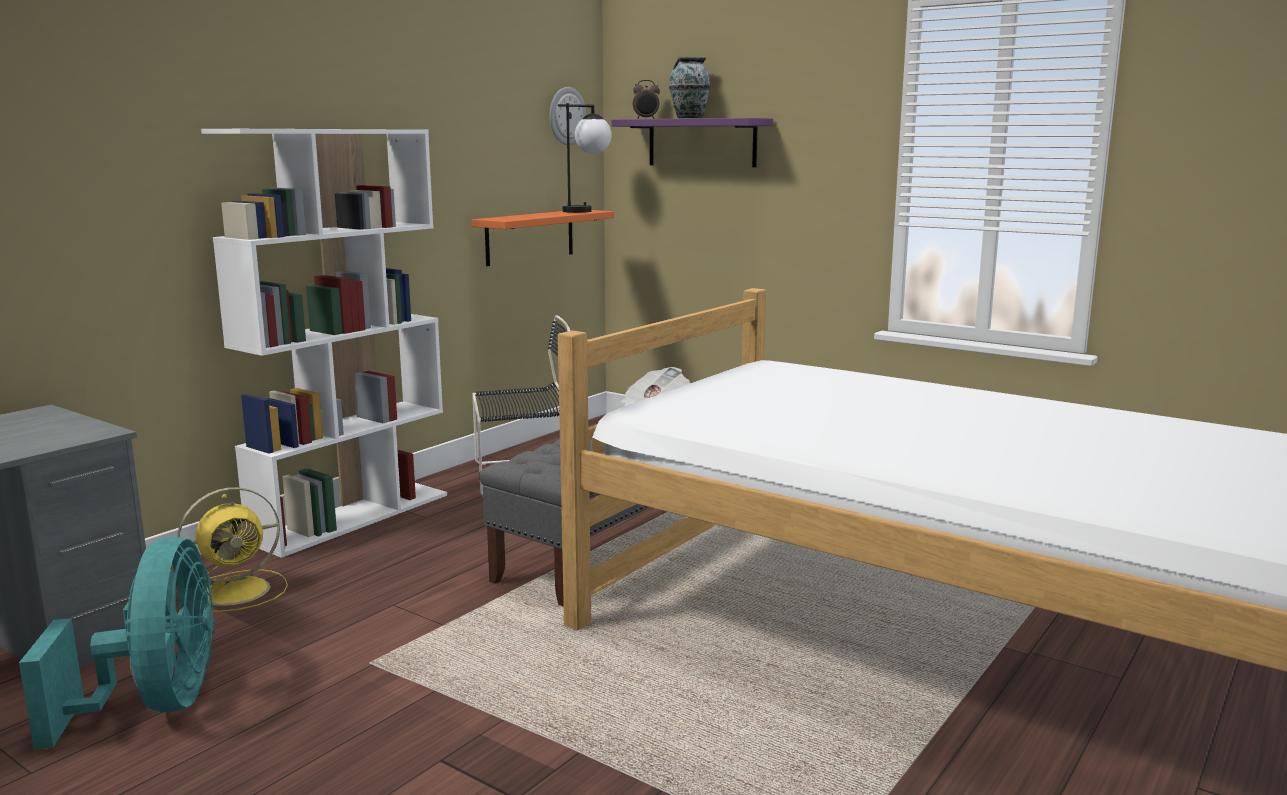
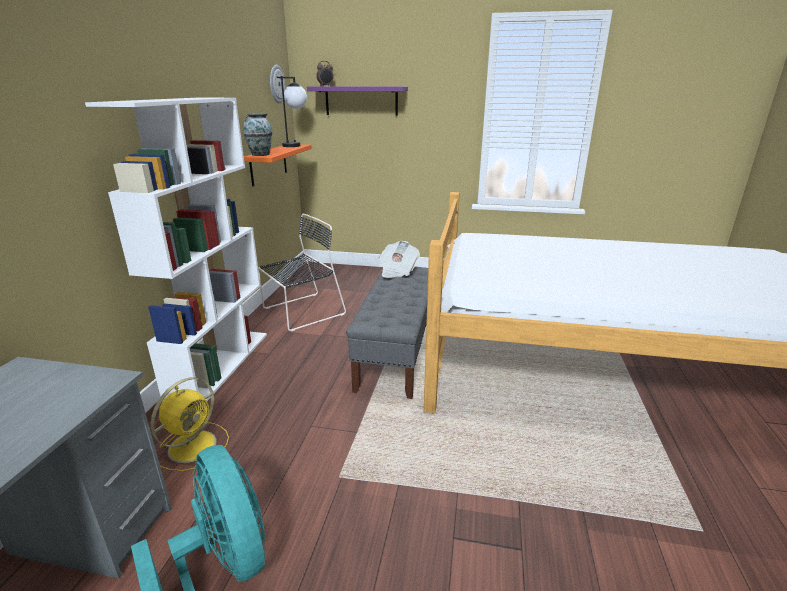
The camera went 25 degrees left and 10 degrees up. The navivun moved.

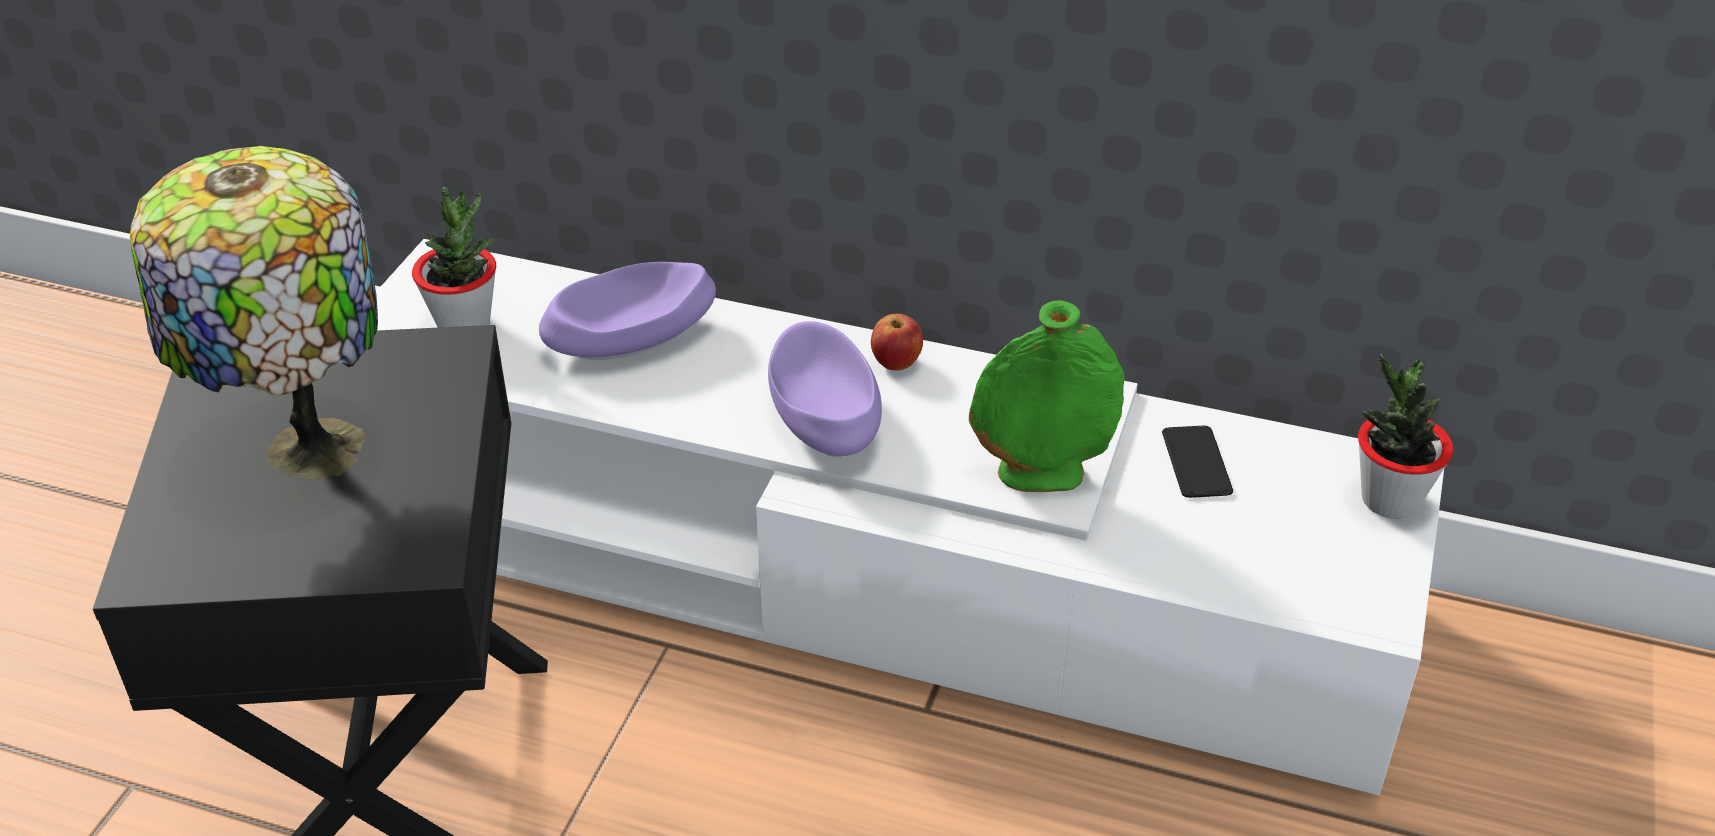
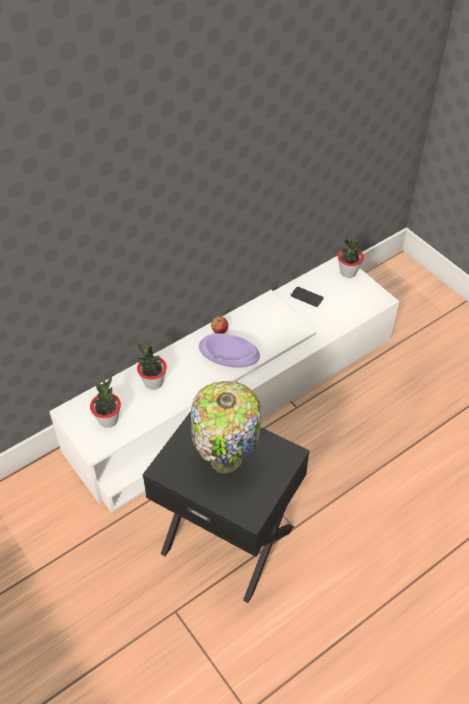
The camera went 55 degrees left and 10 degrees up. The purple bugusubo (no. 1 from left) was replaced by the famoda (no. 2 from left). The green navivun disappeared.

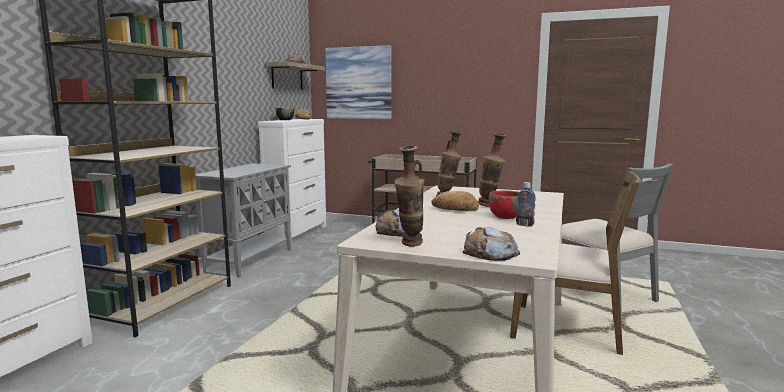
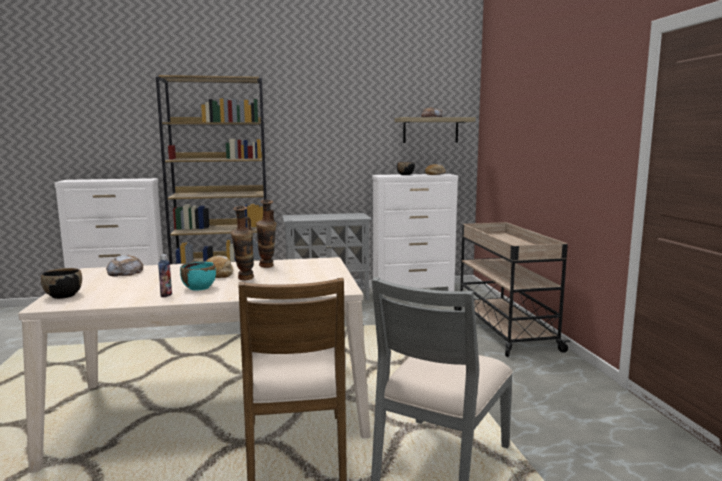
The camera went 60 degrees right and 0 degrees up. The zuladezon disappeared. The navivun (no. 1 from left) disappeared. The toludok (no. 5 from left) was replaced by the black bugusubo (no. 1 from left). The red bugusubo became the turquoise bugusubo.

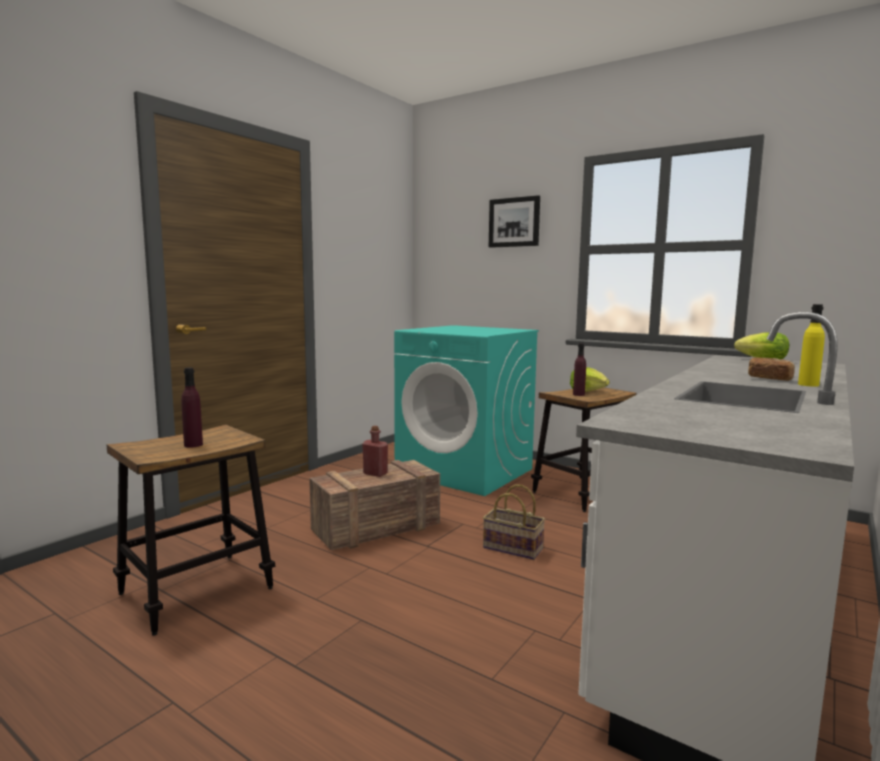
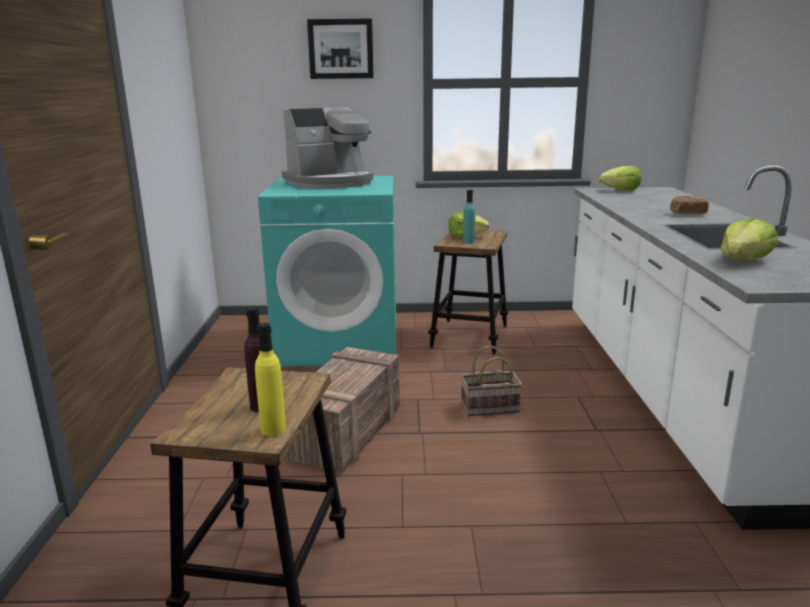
The camera went 35 degrees left and 10 degrees up. The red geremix disappeared. The purple geremix (no. 2 from left) became the turquoise geremix. The yellow geremix moved. The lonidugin appeared. The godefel (no. 3 from left) appeared.

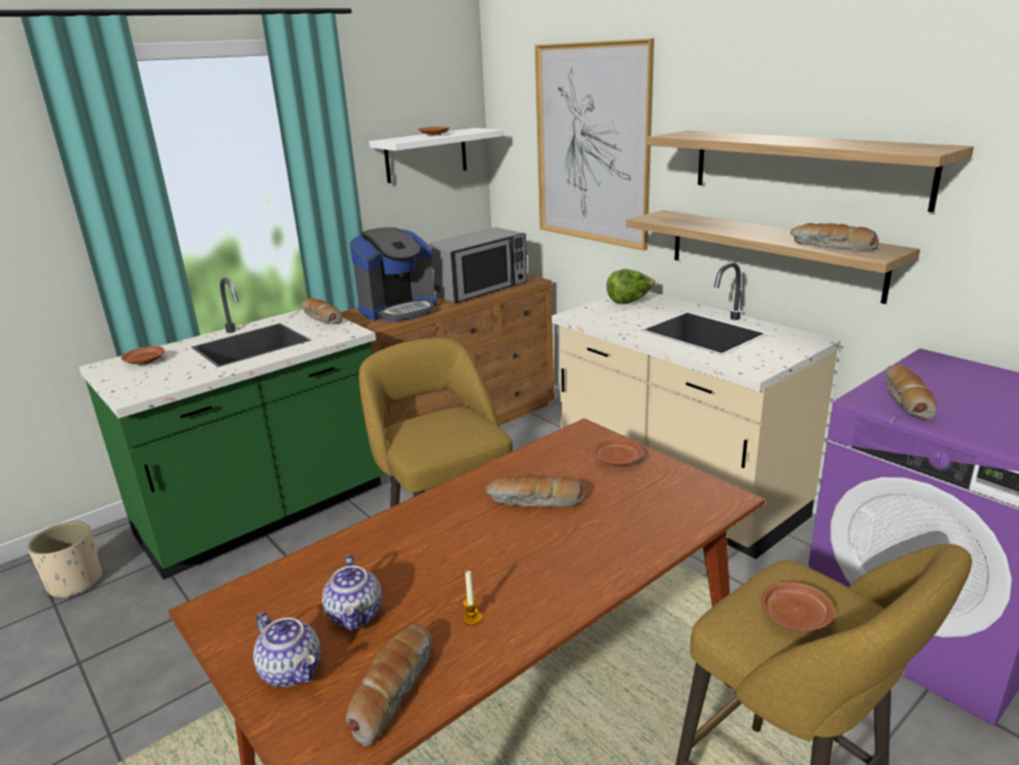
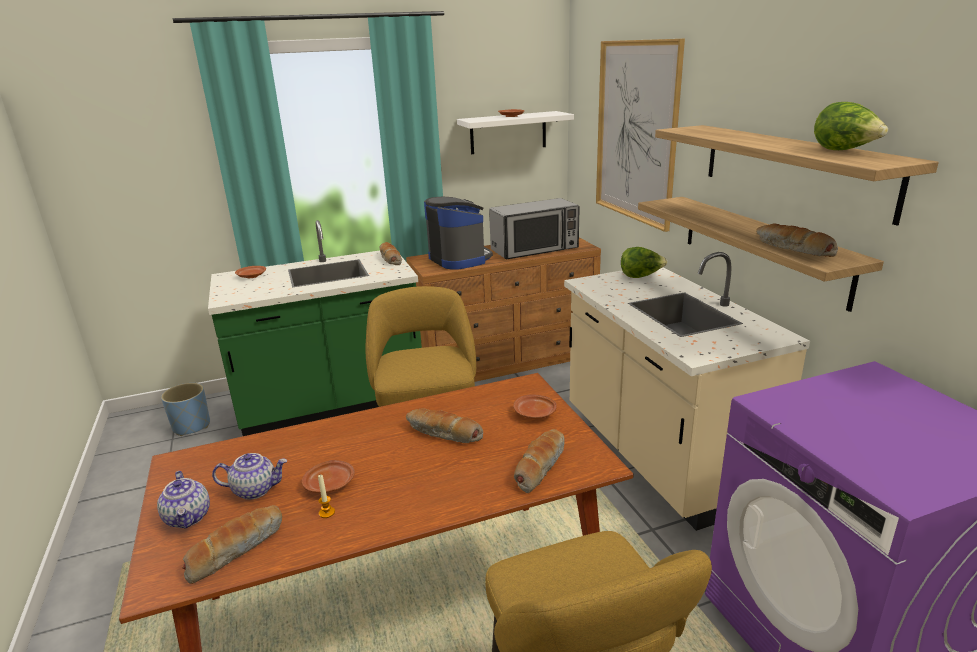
The camera went 20 degrees right and 0 degrees up. The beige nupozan became the blue nupozan. The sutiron (no. 2 from left) turned 105 degrees counterclockwise. The lonidugin turned 105 degrees counterclockwise. The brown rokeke (no. 4 from left in the first image) moved. The toludok (no. 5 from left in the first image) moved. The godefel (no. 2 from left) appeared.

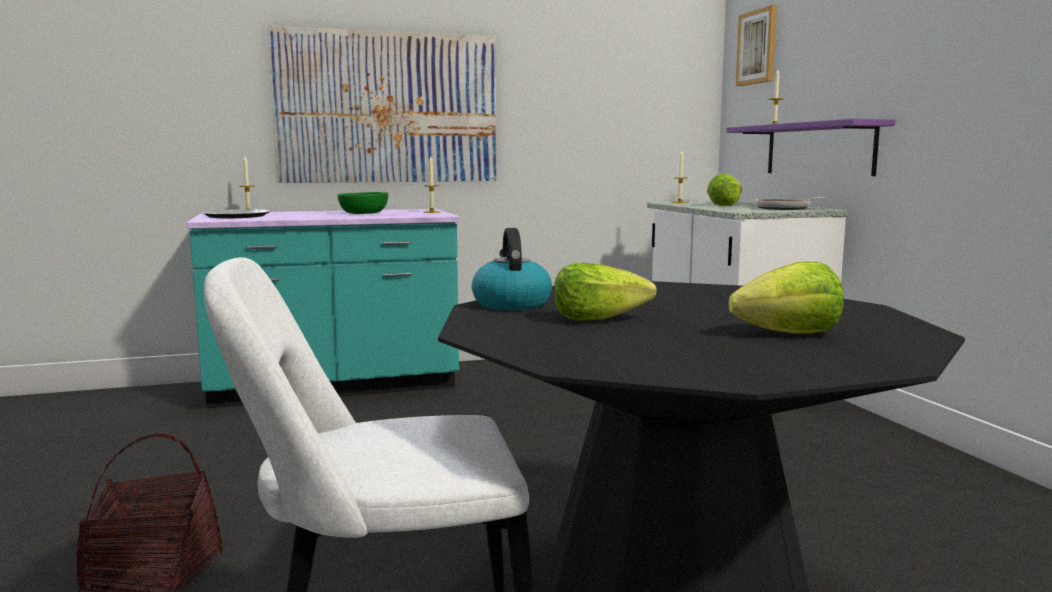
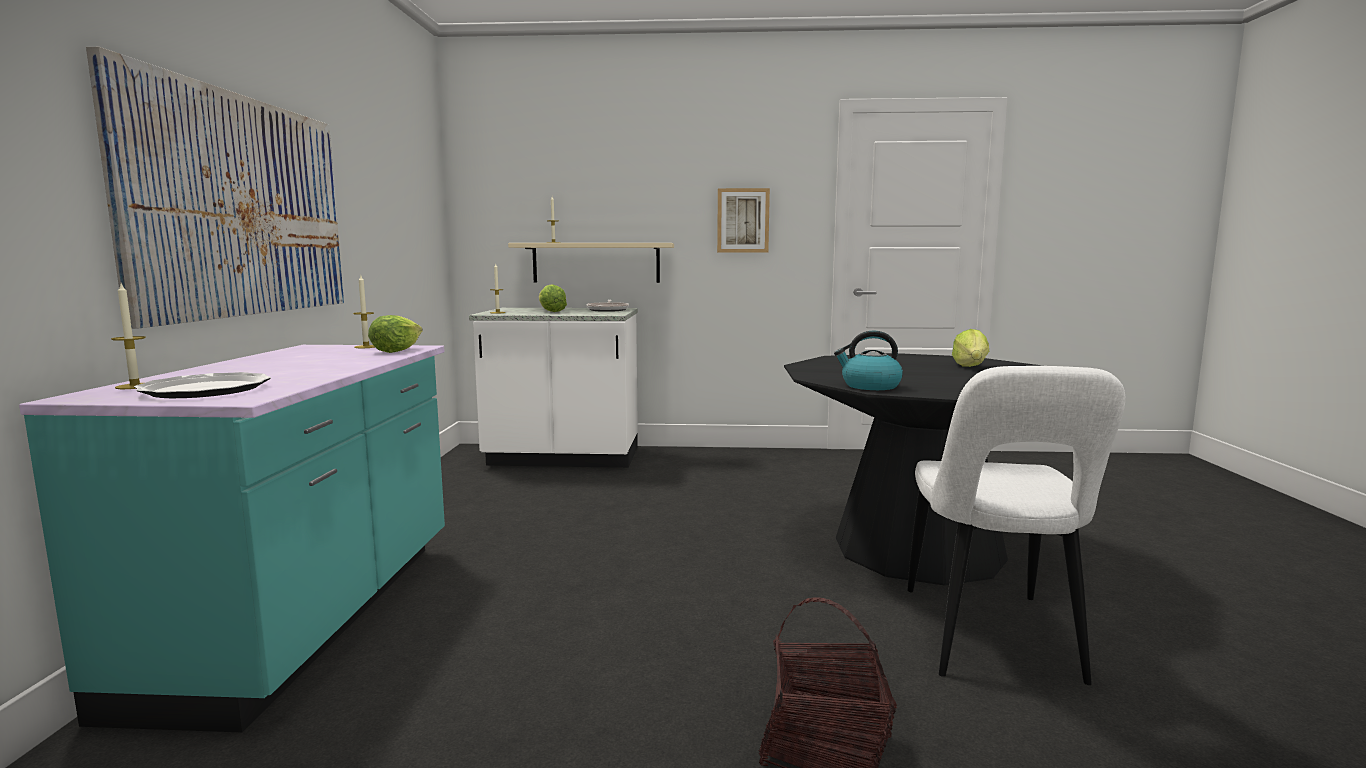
The camera went 70 degrees left and 0 degrees up. The green bugusubo disappeared. The godefel (no. 1 from left) moved. The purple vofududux became the beige vofududux. The zuladezon (no. 2 from left) moved.

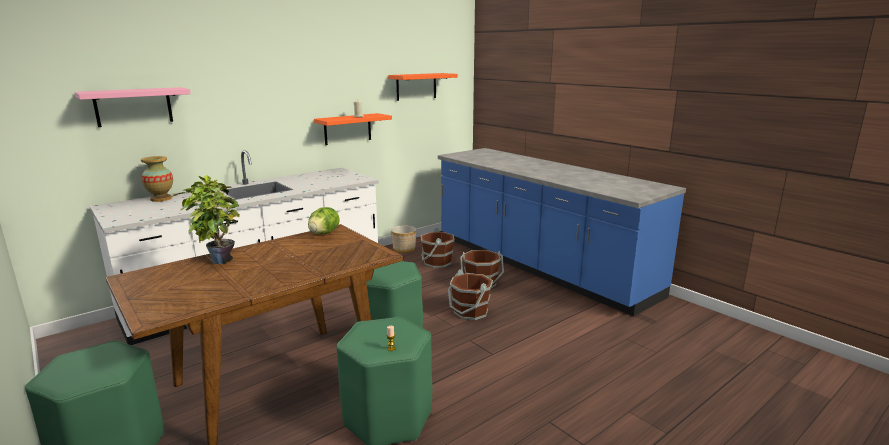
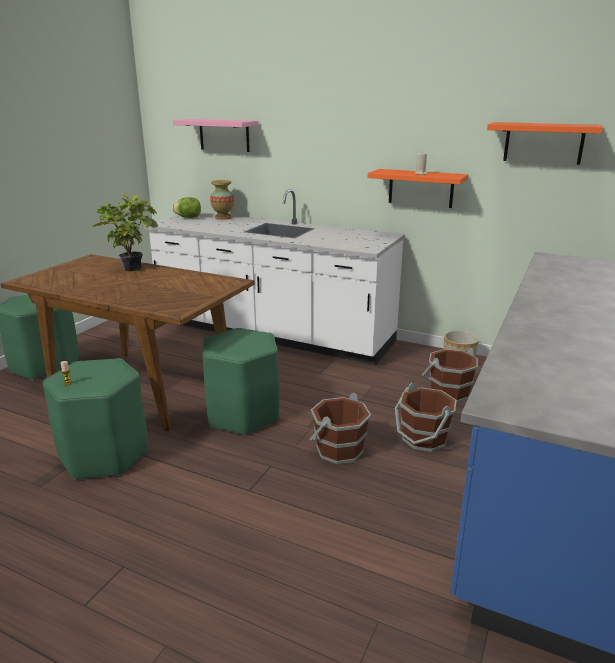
The camera went 65 degrees right and 5 degrees up. The godefel moved.

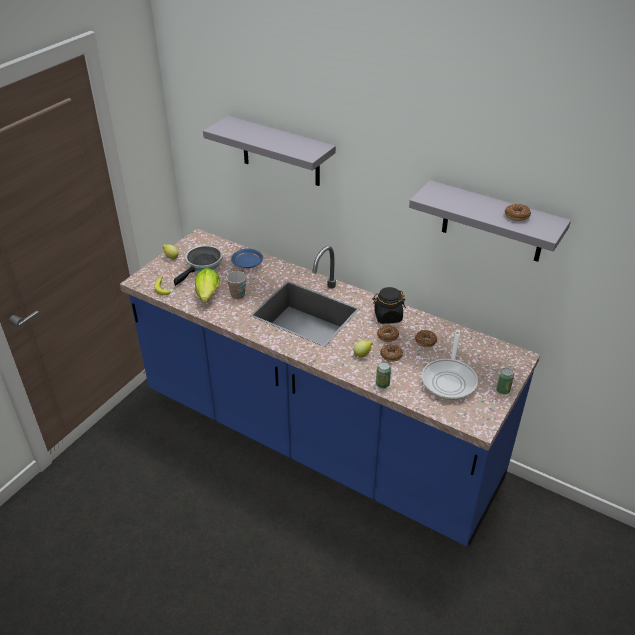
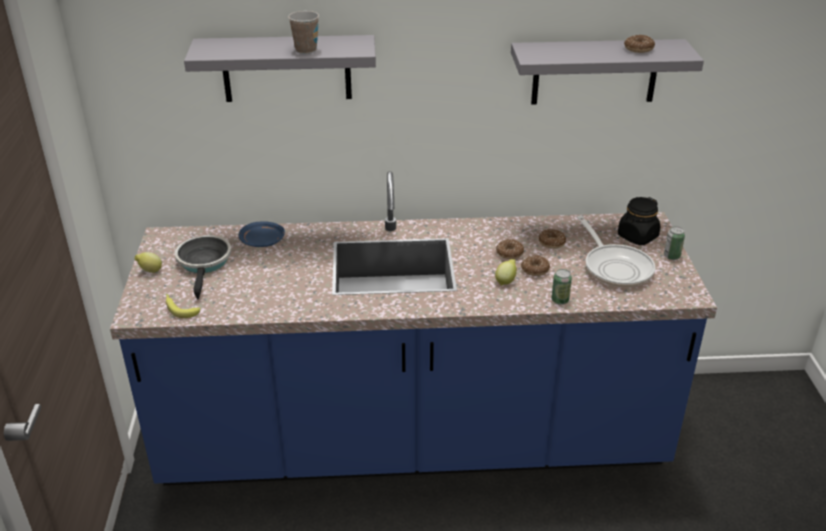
The camera went 35 degrees left and 5 degrees down. The godefel disappeared. The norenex moved. The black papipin moved.

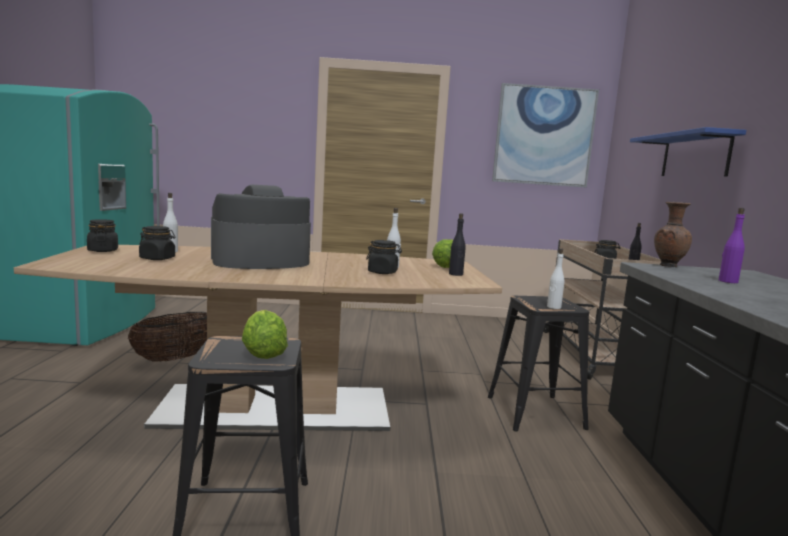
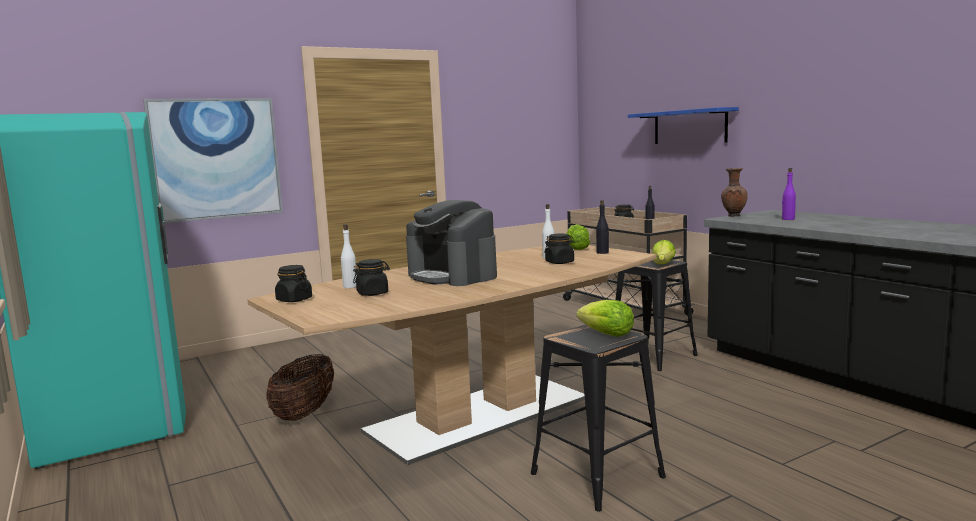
The camera went 30 degrees left and 0 degrees up. The lonidugin turned 75 degrees counterclockwise. The zuladezon moved. The white geremix (no. 3 from left) was replaced by the godefel (no. 3 from left).

